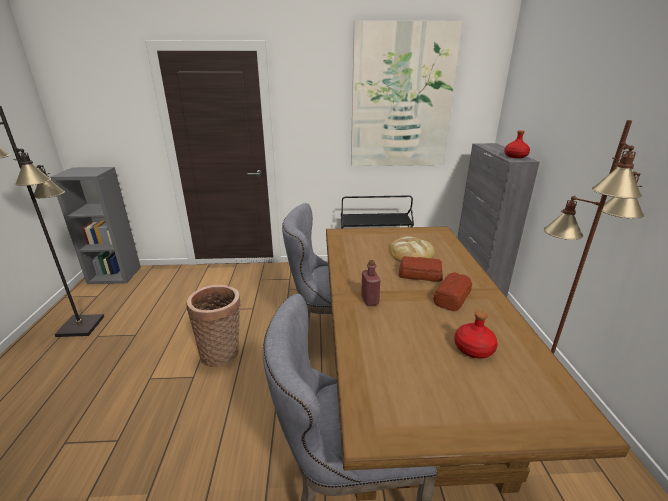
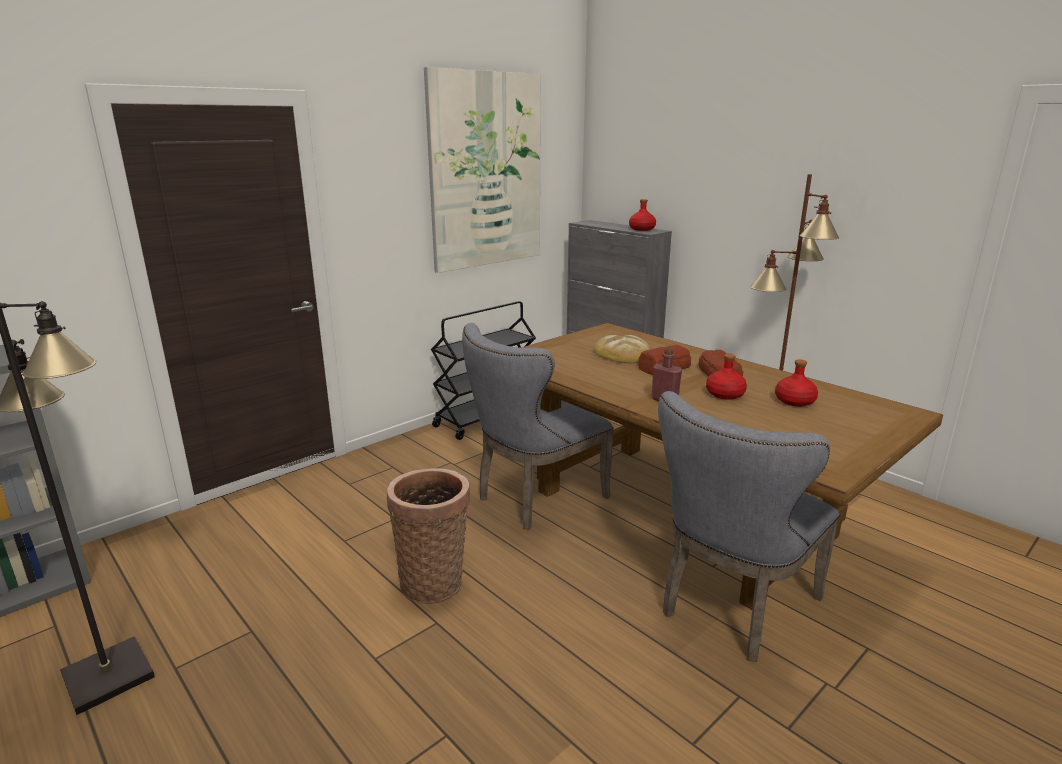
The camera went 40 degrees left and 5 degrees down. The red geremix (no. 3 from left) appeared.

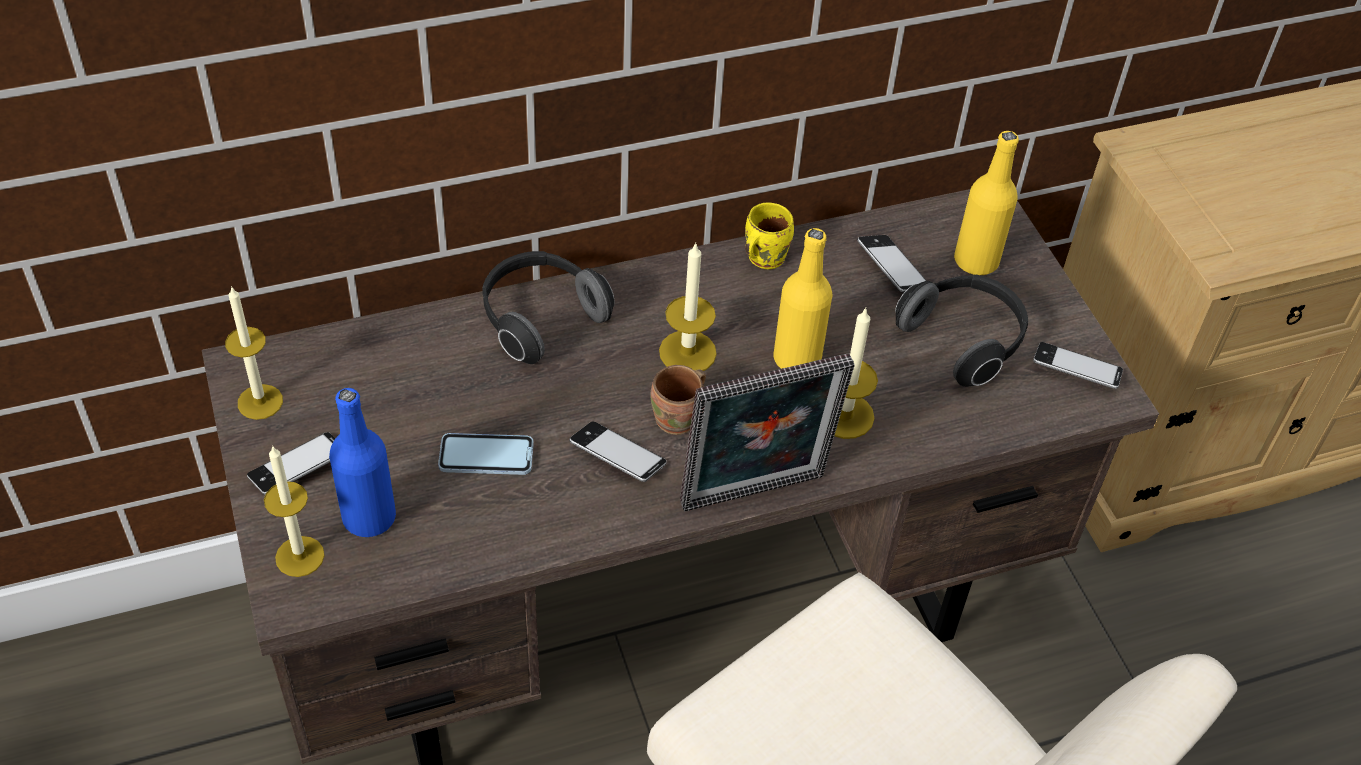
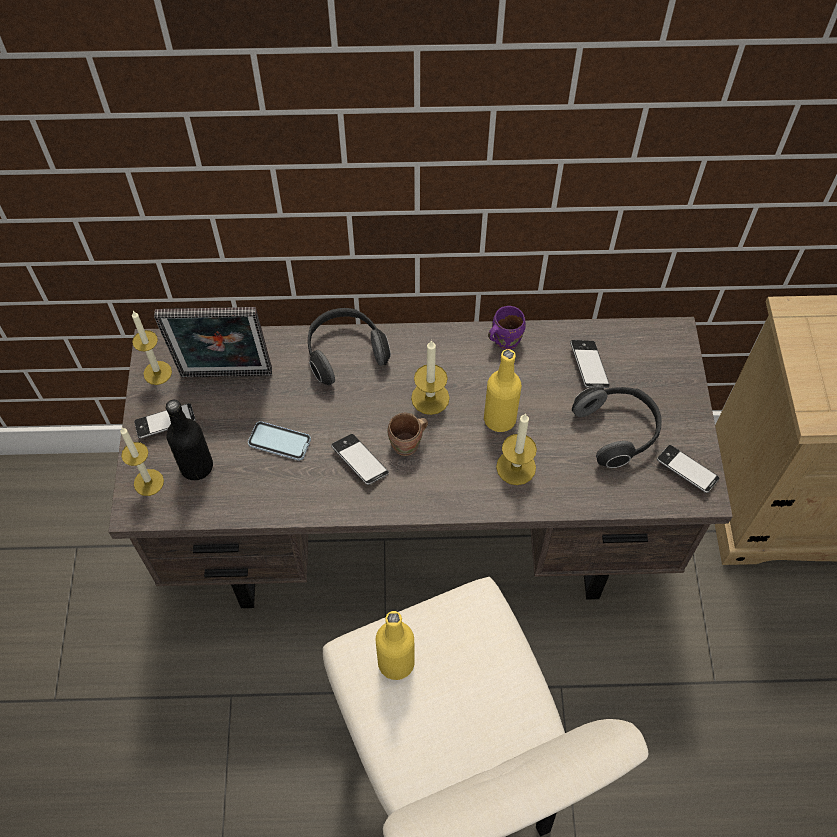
The camera went 20 degrees right and 10 degrees up. The blue geremix became the black geremix. The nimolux moved. The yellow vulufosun became the purple vulufosun. The yellow geremix (no. 2 from left in the first image) moved.

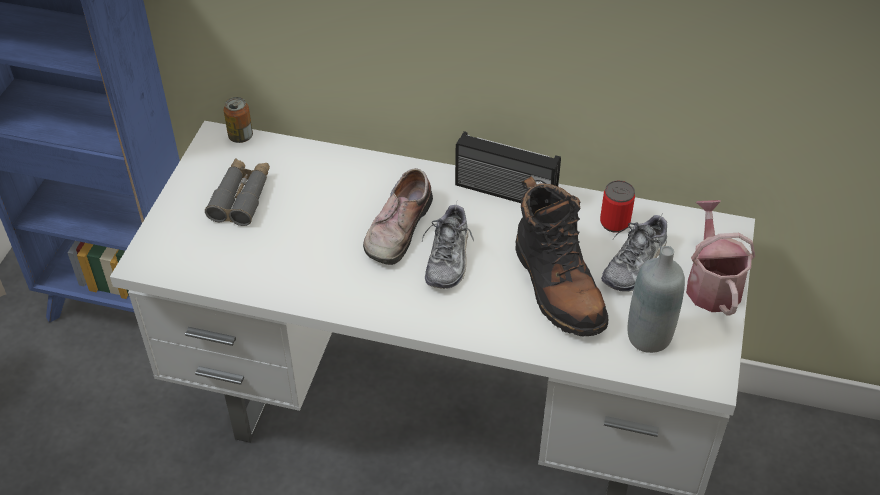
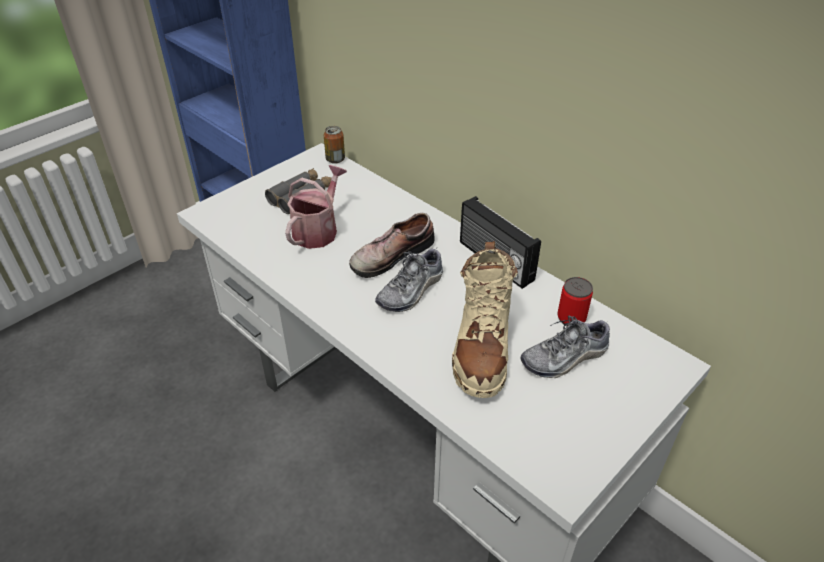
The camera went 30 degrees right and 5 degrees down. The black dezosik became the beige dezosik. The grey geremix disappeared. The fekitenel moved.

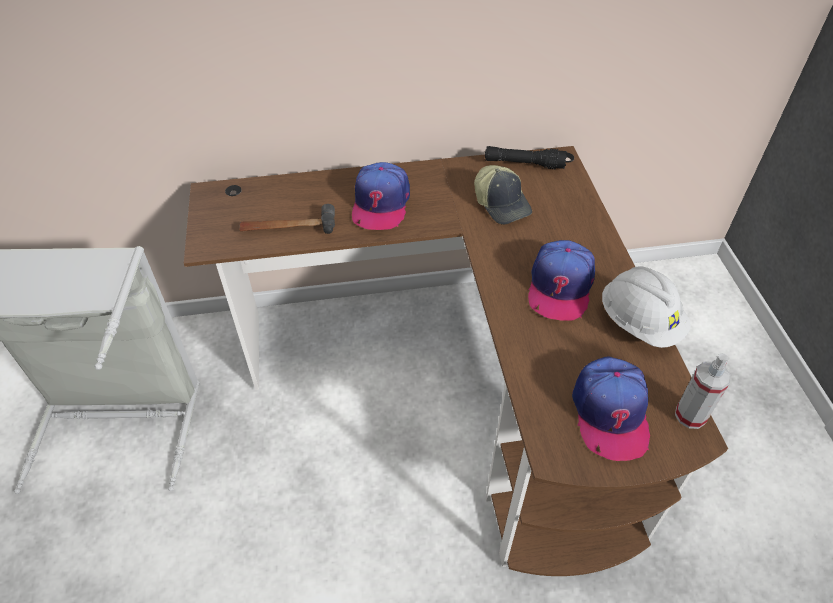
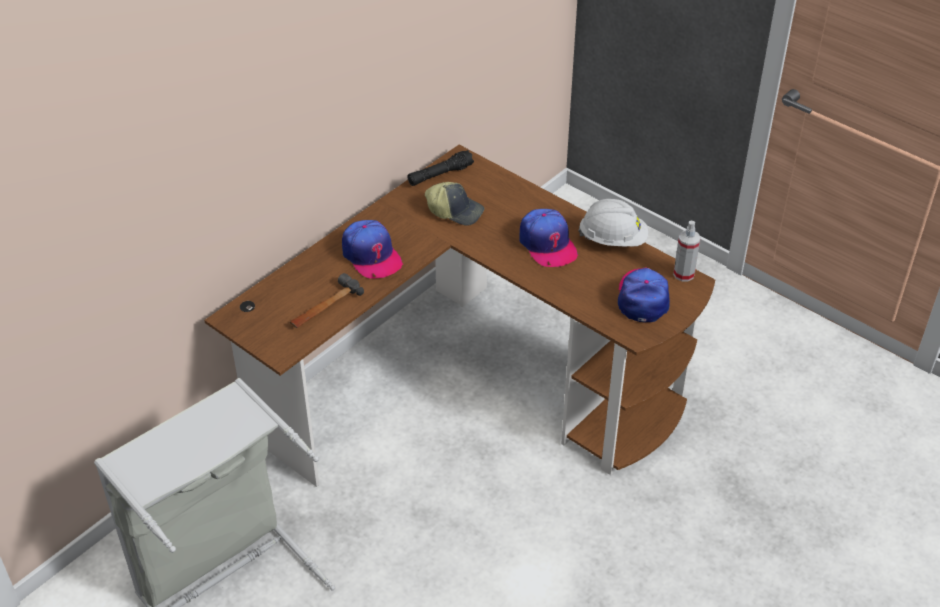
The camera went 40 degrees left and 5 degrees down. The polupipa (no. 4 from left) turned 135 degrees counterclockwise.

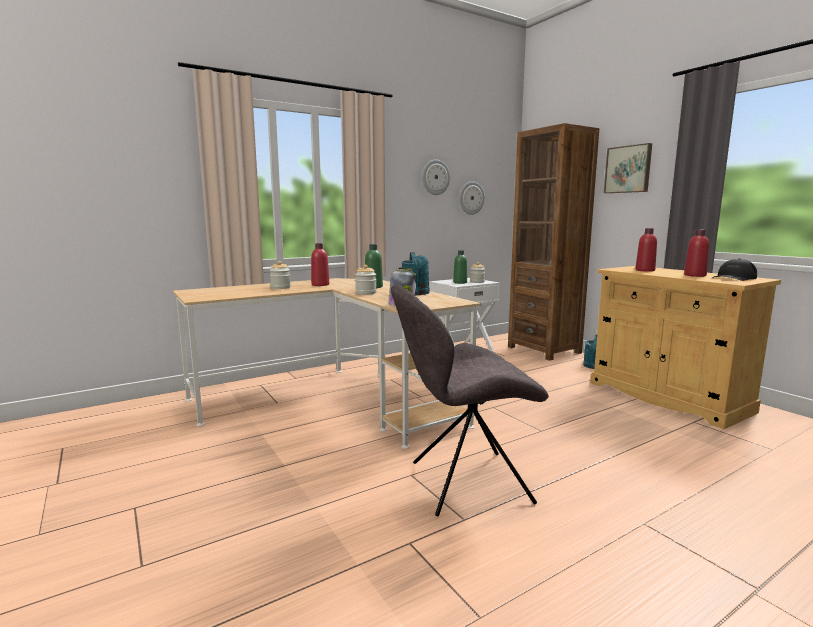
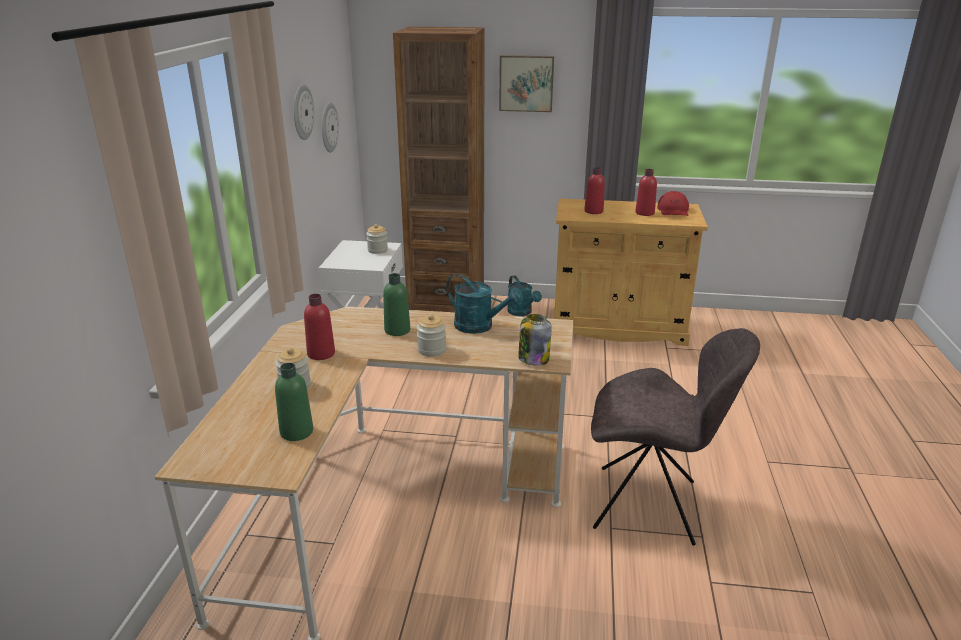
The camera went 50 degrees left and 15 degrees up. The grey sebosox turned 105 degrees counterclockwise. The green geremix (no. 2 from left in the first image) moved. The black polupipa became the red polupipa.

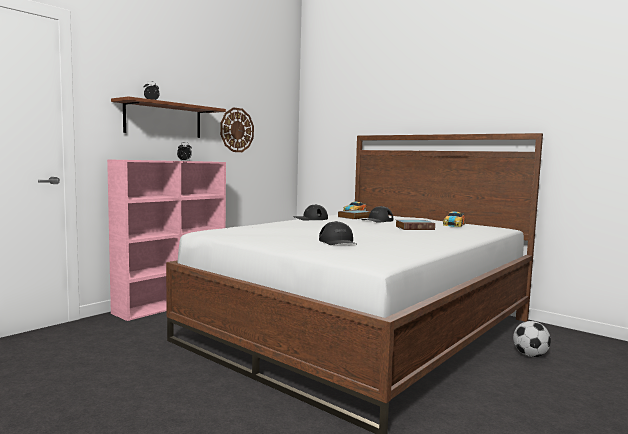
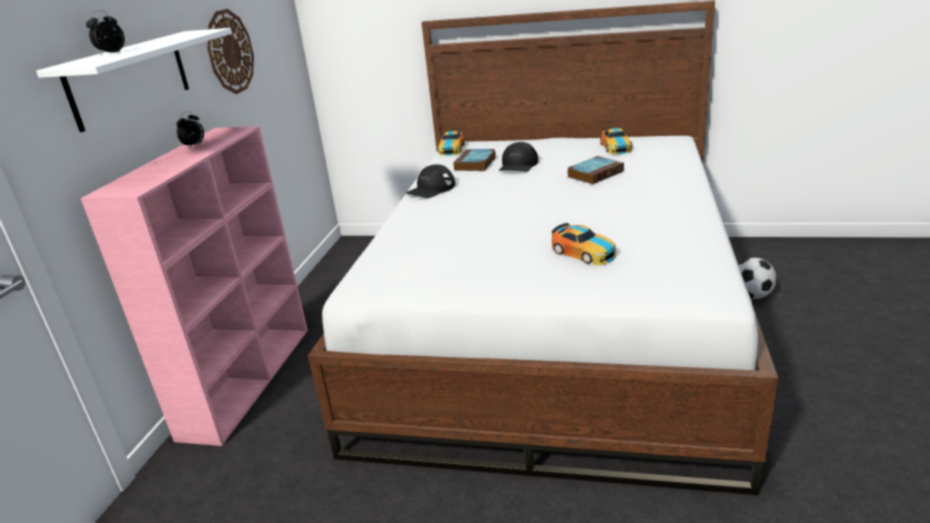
The camera went 25 degrees left and 20 degrees up. The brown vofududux became the white vofududux. The black polupipa (no. 2 from left) was replaced by the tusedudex (no. 2 from left).

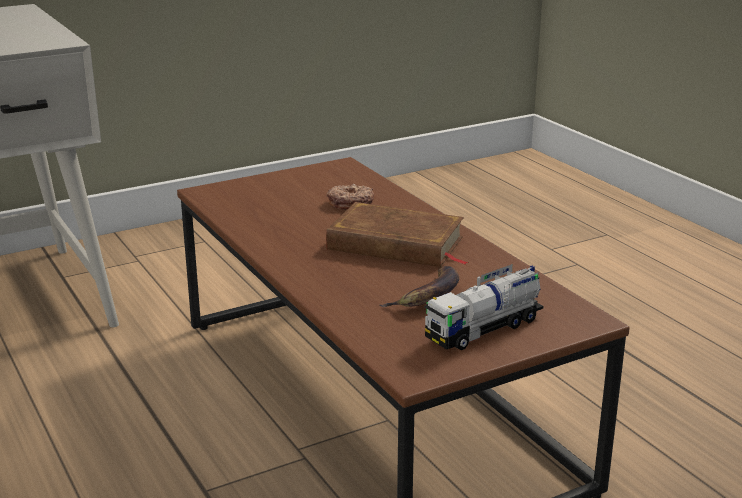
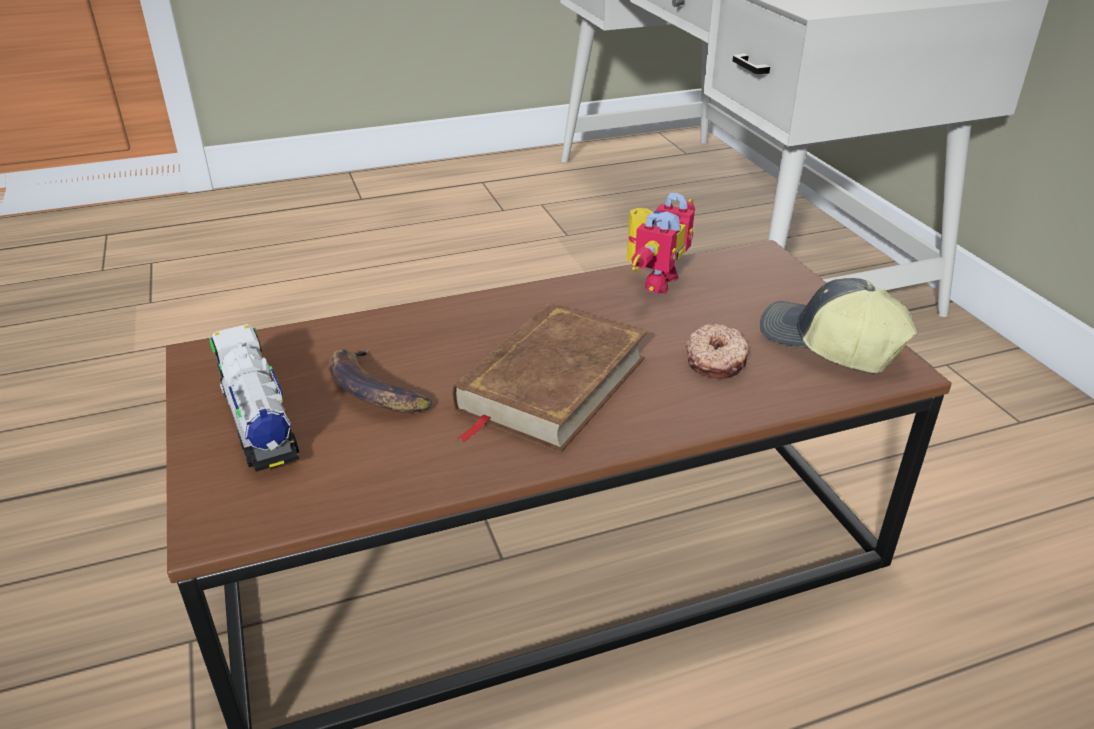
The camera went 100 degrees right and 10 degrees up. The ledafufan appeared. The polupipa appeared.

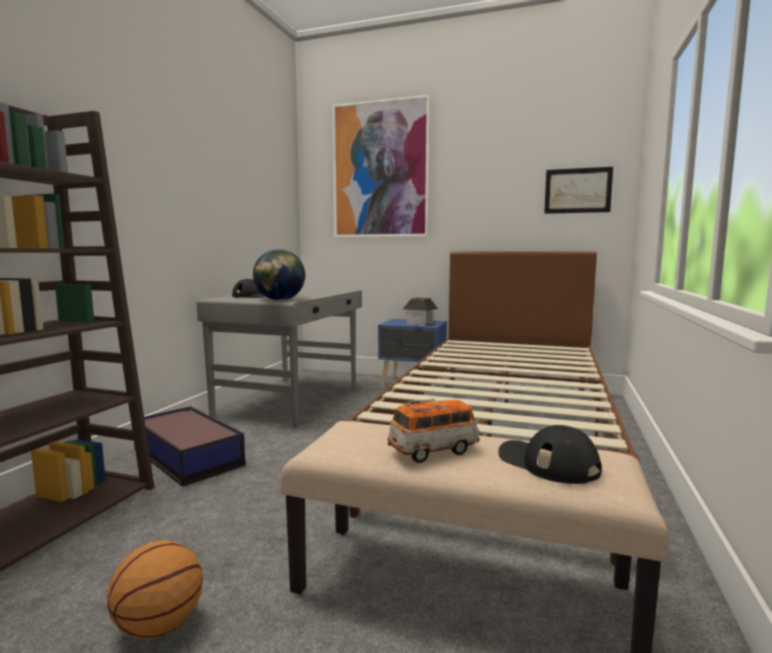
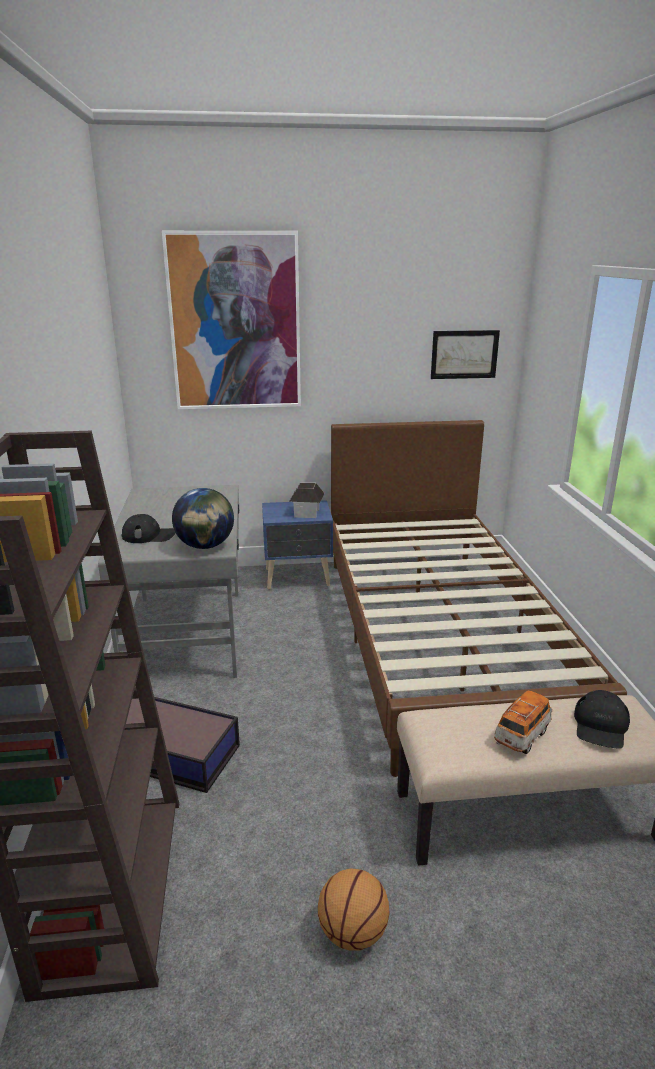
The camera went 25 degrees left and 15 degrees up. The black polupipa (no. 2 from left) turned 90 degrees counterclockwise.

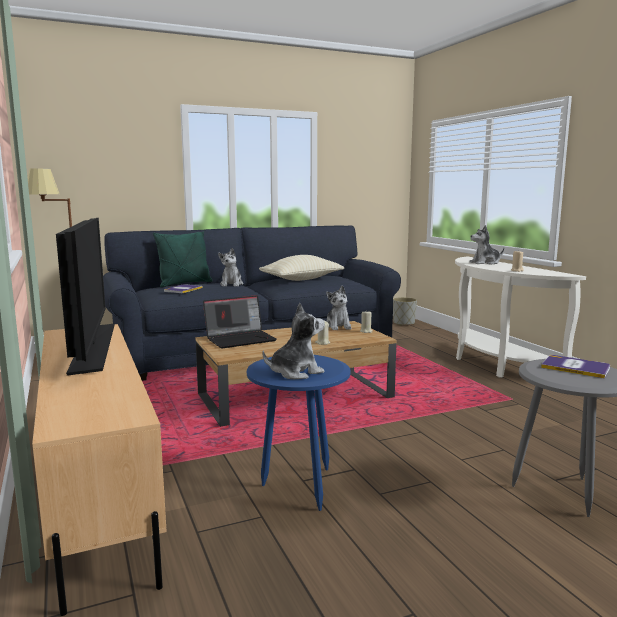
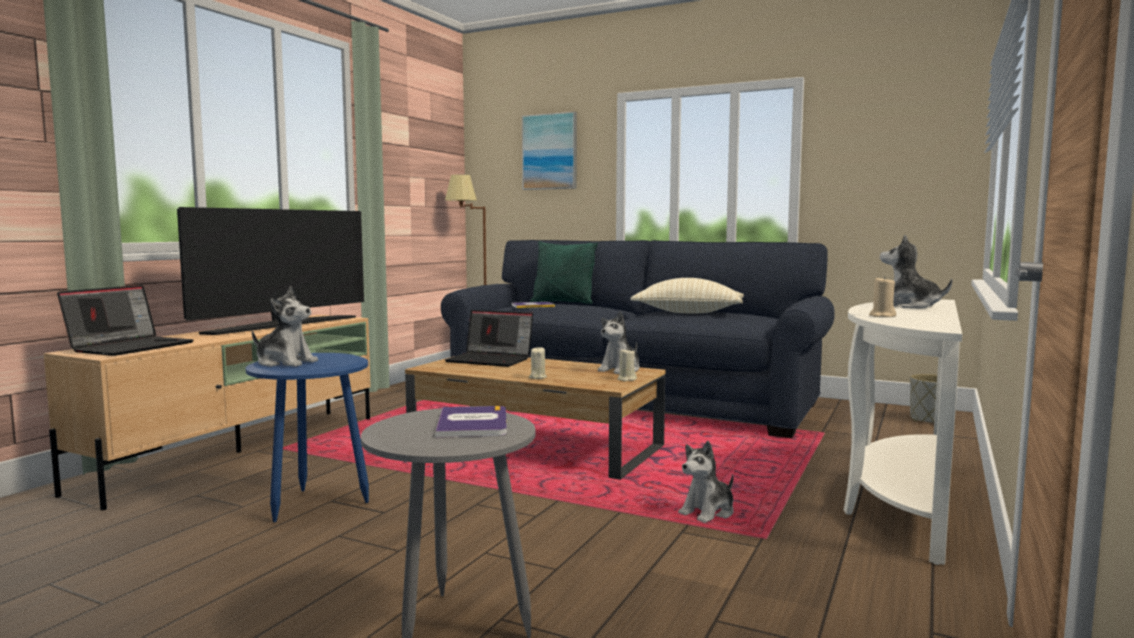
The camera went 50 degrees right and 5 degrees down. The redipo (no. 1 from left in the first image) moved. The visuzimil (no. 1 from left) appeared. The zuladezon appeared.

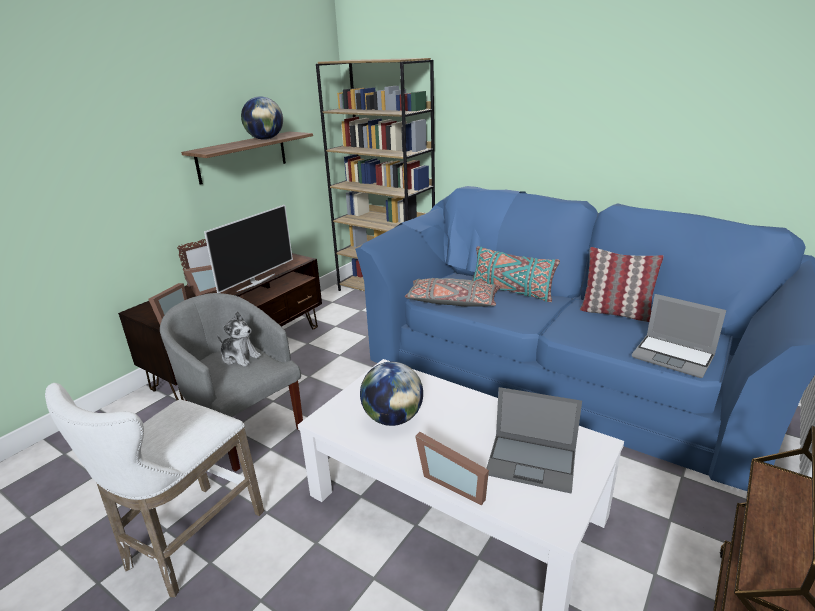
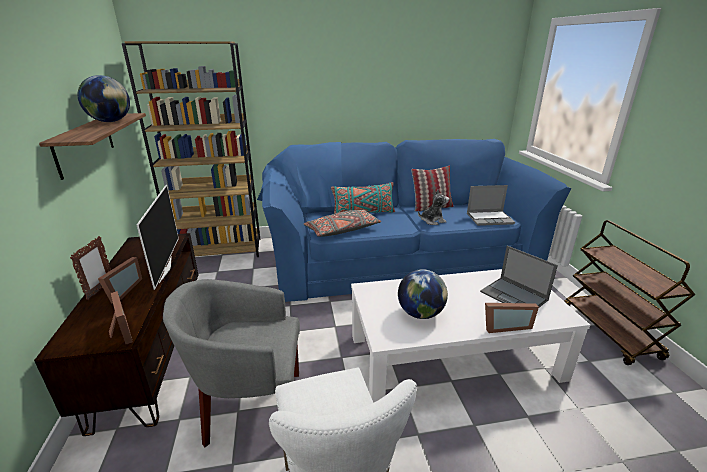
The camera went 45 degrees left and 0 degrees up. The redipo moved. The visuzimil (no. 1 from left in the first image) turned 75 degrees clockwise.

